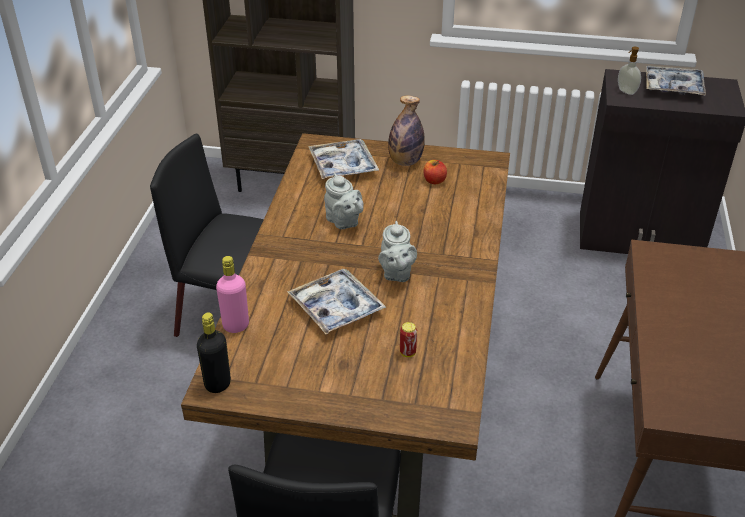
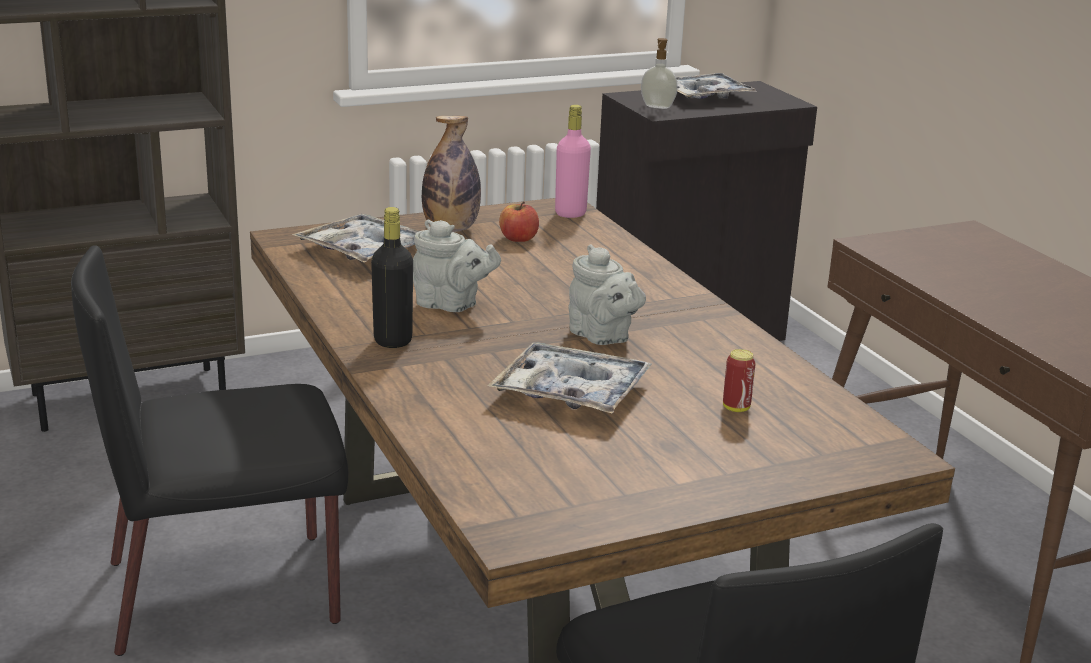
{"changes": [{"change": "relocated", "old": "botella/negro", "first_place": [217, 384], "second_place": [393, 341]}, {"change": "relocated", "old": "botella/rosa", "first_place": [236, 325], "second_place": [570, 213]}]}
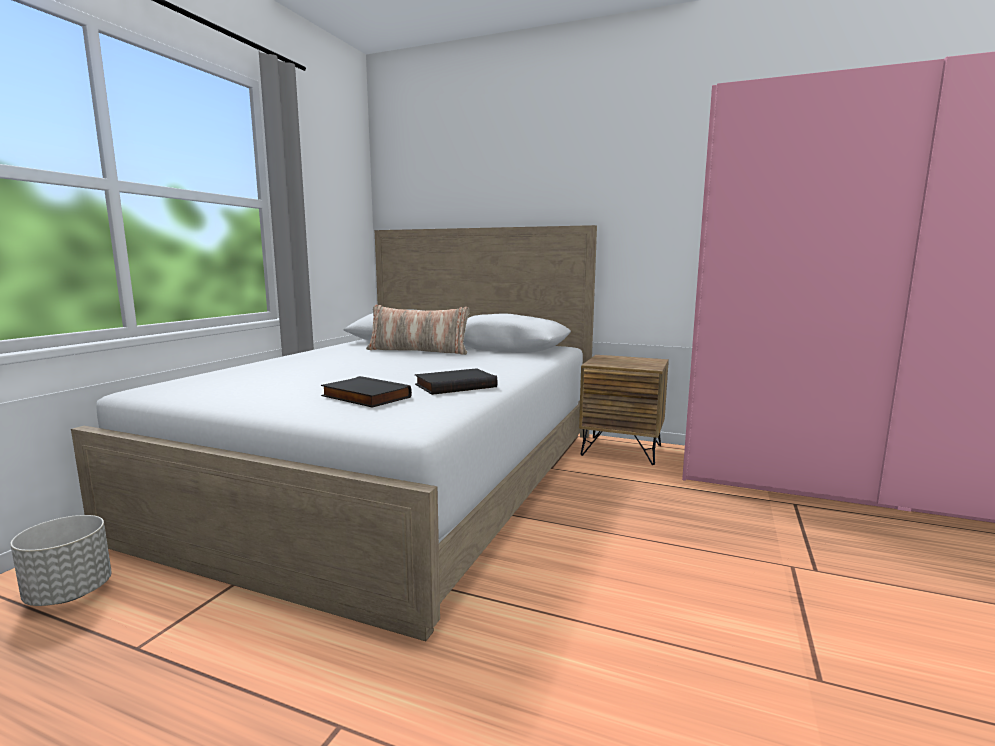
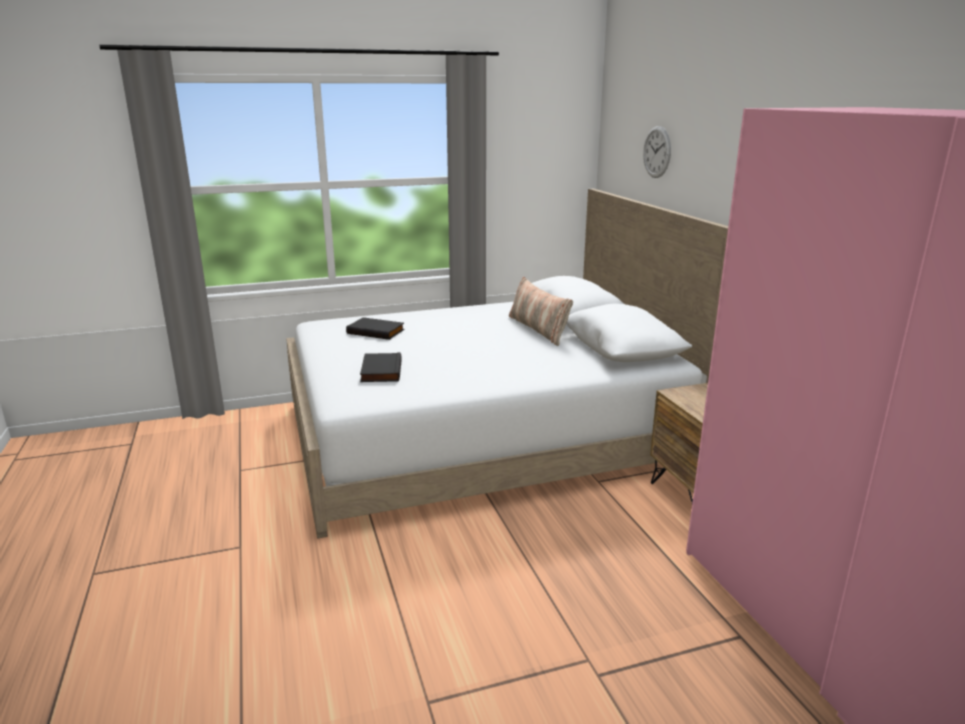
{"changes": [{"change": "relocated", "old": "libro/negro", "first_place": [455, 385], "second_place": [376, 331]}, {"change": "appeared", "new": "reloj de pared", "second_place": [657, 152]}, {"change": "missing", "old": "maceta/gris", "first_place": [70, 593]}]}
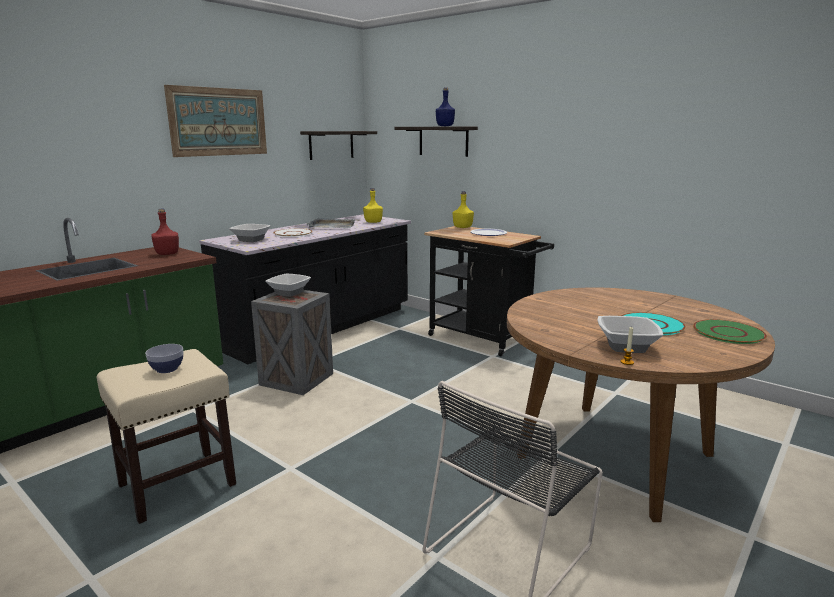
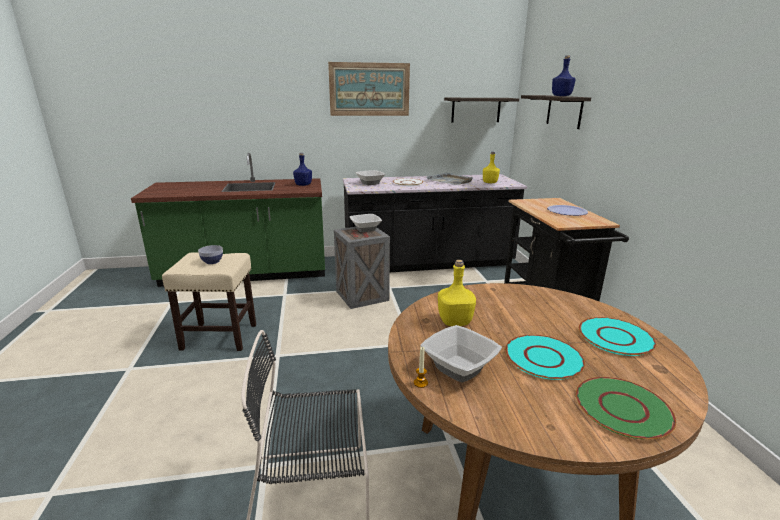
{"changes": [{"change": "colour", "old": "botella/rojo", "new": "botella/azul", "first_place": [166, 254], "second_place": [303, 185]}, {"change": "relocated", "old": "botella/amarillo", "first_place": [463, 227], "second_place": [455, 321]}, {"change": "appeared", "new": "plato/turquesa", "second_place": [615, 337]}]}
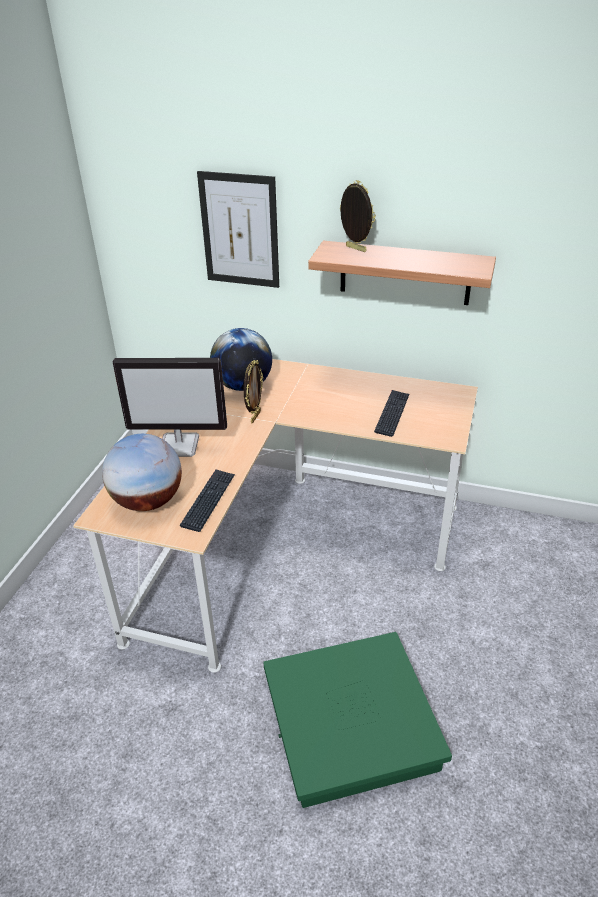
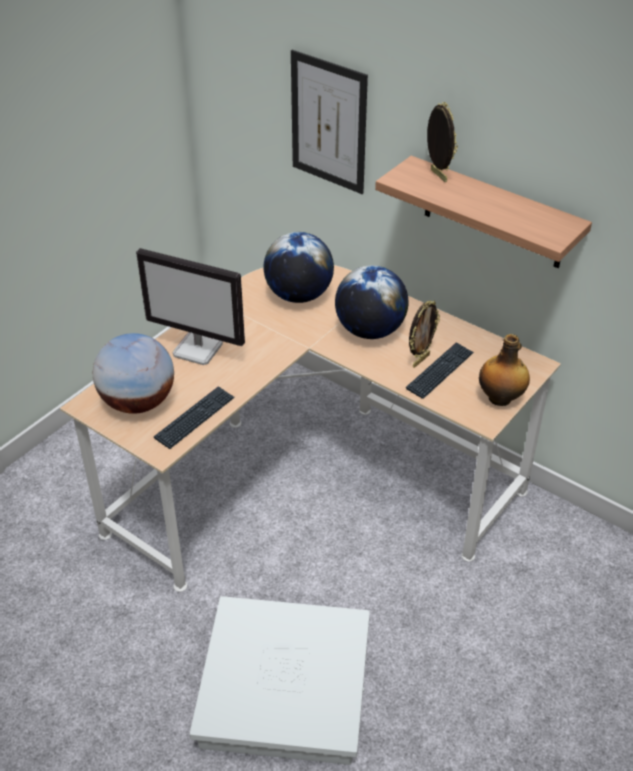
{"changes": [{"change": "colour", "old": "caja de almacenaje/verde", "new": "caja de almacenaje/blanco", "first_place": [350, 723], "second_place": [285, 687]}, {"change": "appeared", "new": "globo terráqueo", "second_place": [370, 331]}, {"change": "relocated", "old": "portarretratos", "first_place": [255, 417], "second_place": [420, 360]}, {"change": "appeared", "new": "botella", "second_place": [501, 398]}]}
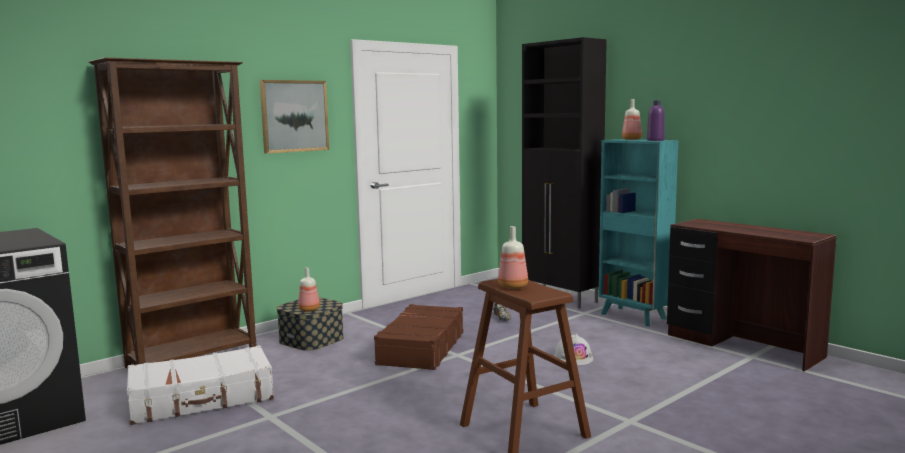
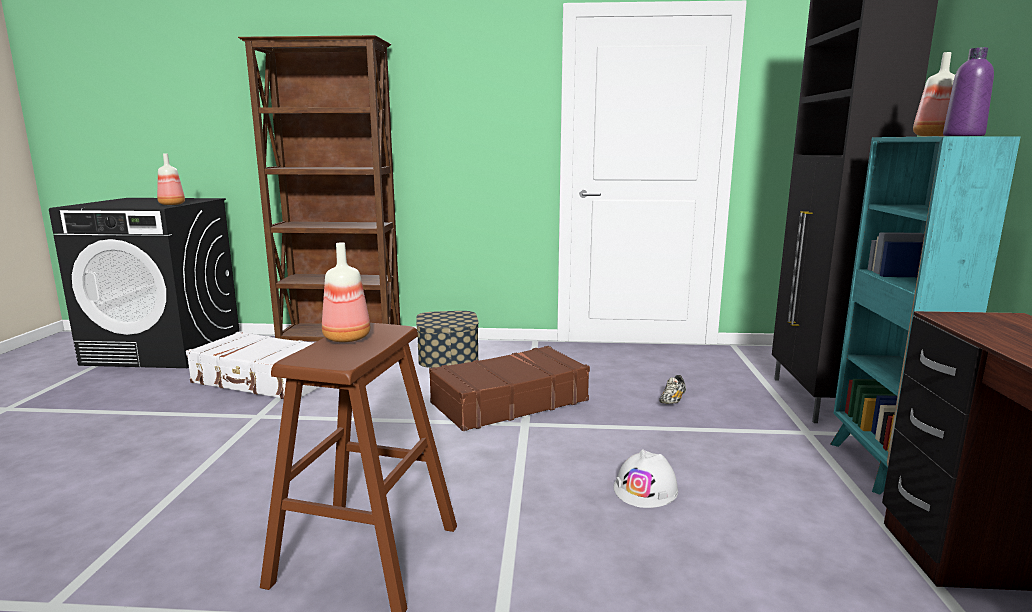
{"changes": [{"change": "relocated", "old": "botella", "first_place": [309, 309], "second_place": [171, 204]}, {"change": "missing", "old": "cuadro", "first_place": [294, 116]}]}
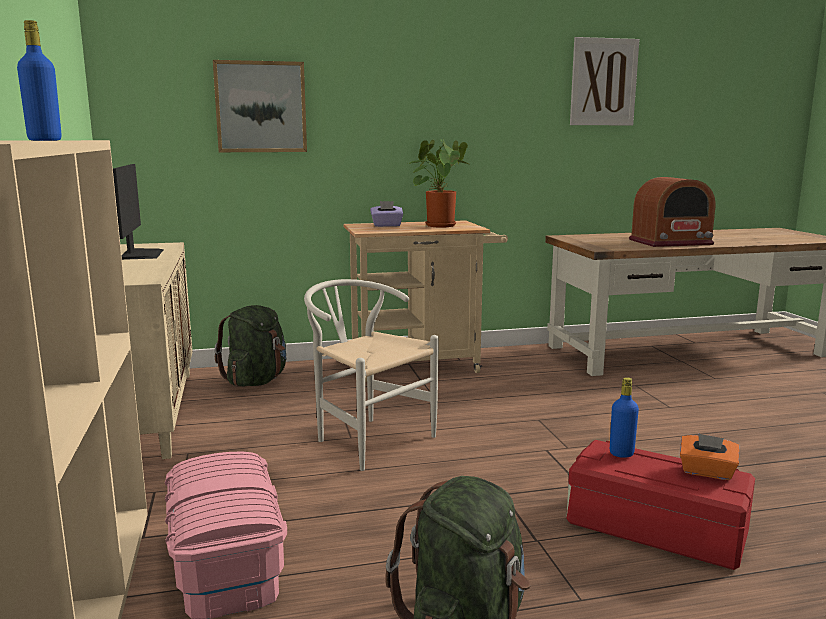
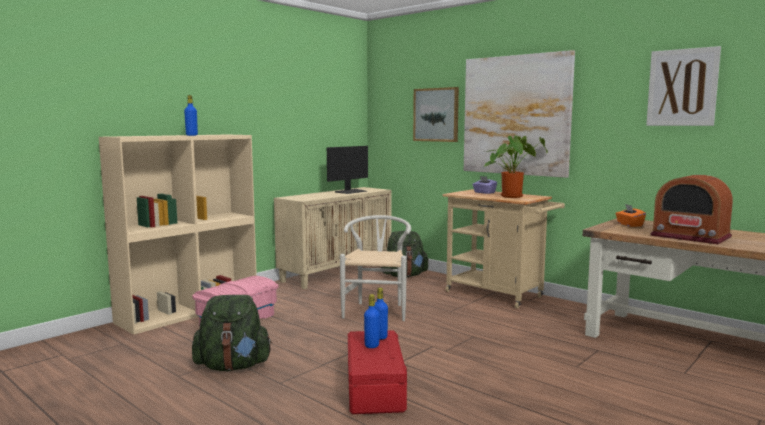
{"changes": [{"change": "appeared", "new": "botella/azul", "second_place": [372, 345]}, {"change": "appeared", "new": "cuadro", "second_place": [516, 115]}, {"change": "relocated", "old": "caja de pañuelos/naranja", "first_place": [707, 472], "second_place": [629, 225]}]}
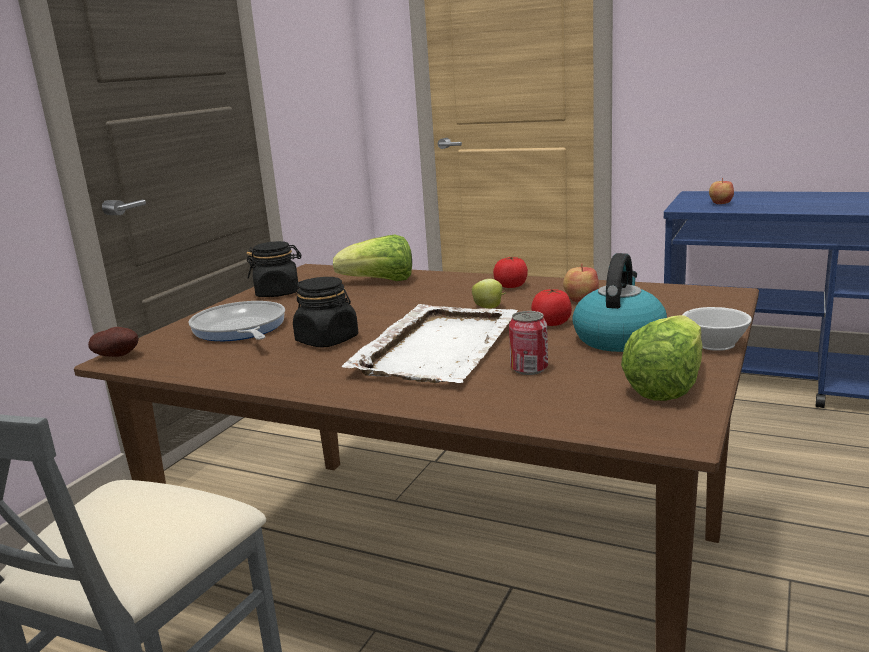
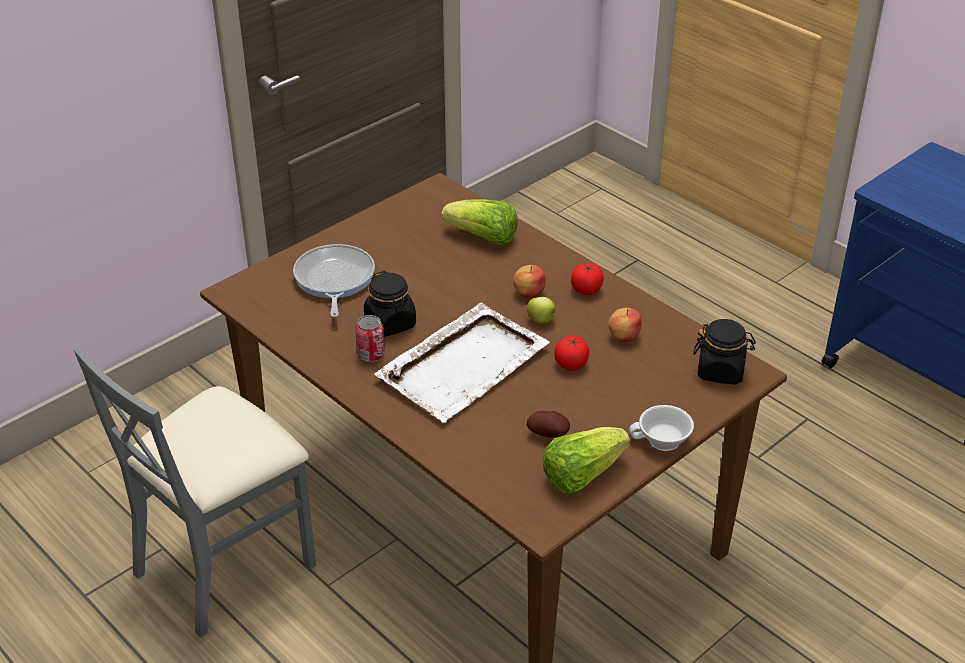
{"changes": [{"change": "relocated", "old": "lata", "first_place": [529, 369], "second_place": [371, 354]}, {"change": "relocated", "old": "manzana", "first_place": [720, 203], "second_place": [529, 293]}, {"change": "relocated", "old": "patata", "first_place": [119, 356], "second_place": [549, 434]}, {"change": "relocated", "old": "tarro/negro", "first_place": [278, 293], "second_place": [721, 371]}, {"change": "missing", "old": "hervidor", "first_place": [618, 338]}]}
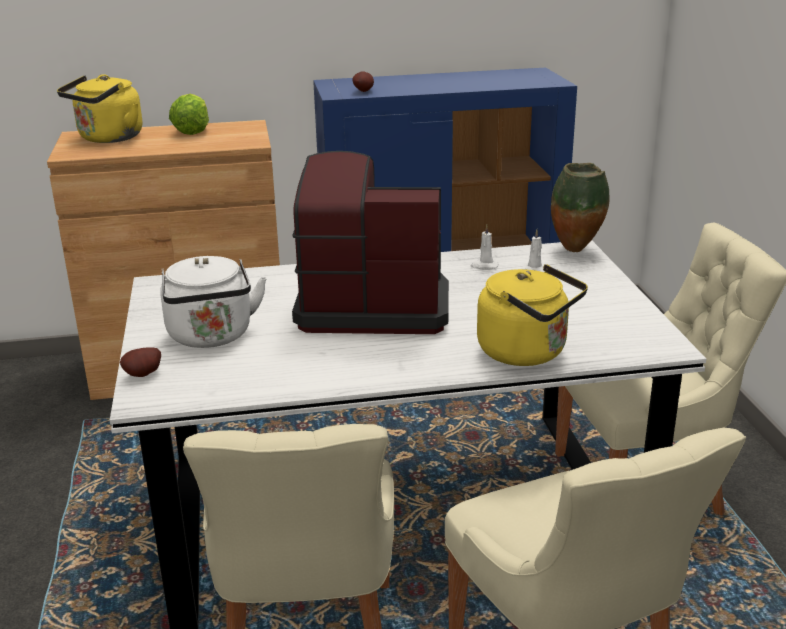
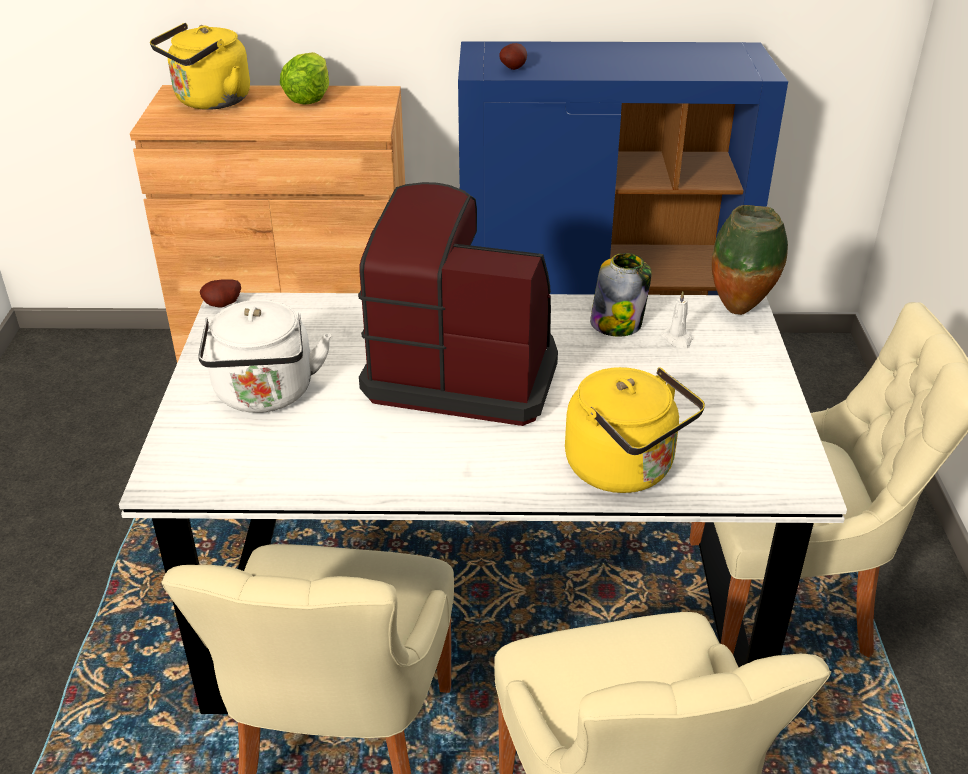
{"changes": [{"change": "relocated", "old": "patata", "first_place": [144, 375], "second_place": [224, 305]}, {"change": "exchanged", "old": "vela/blanco", "new": "tarro", "first_place": [484, 266], "second_place": [617, 323]}]}
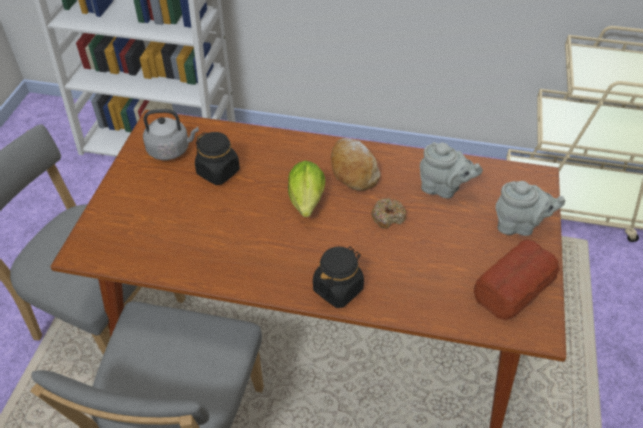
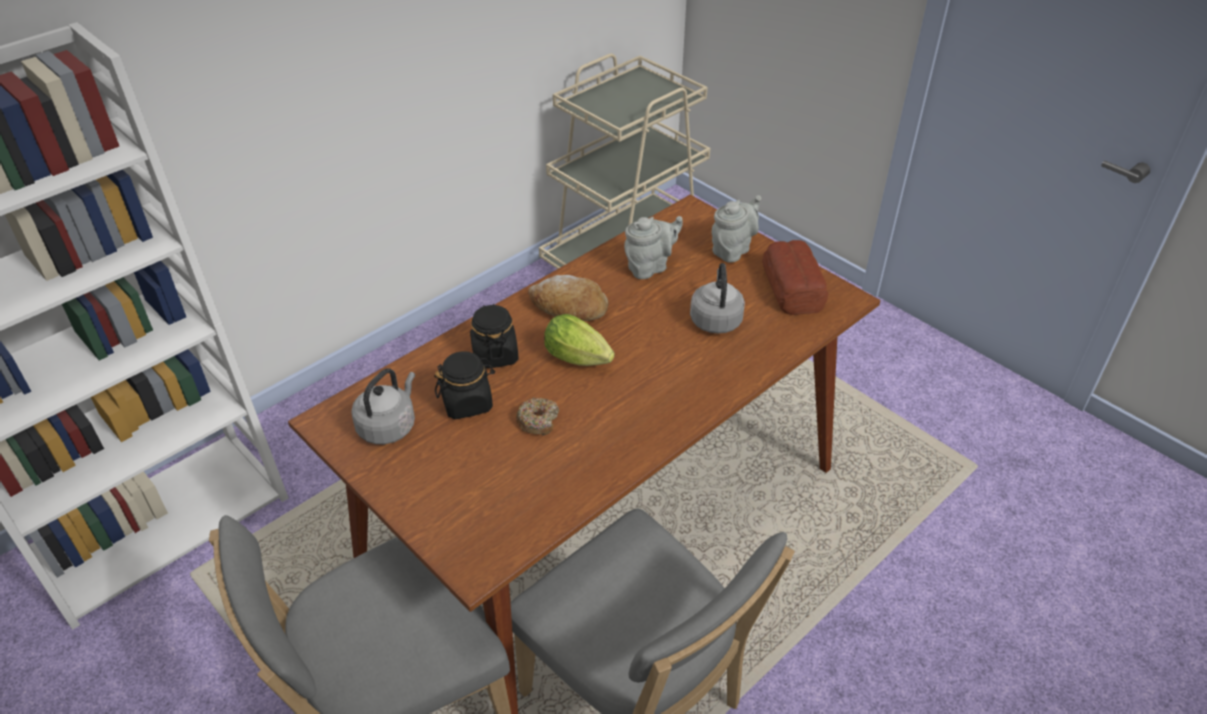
{"changes": [{"change": "relocated", "old": "tarro/negro", "first_place": [338, 289], "second_place": [495, 354]}, {"change": "relocated", "old": "rosquilla", "first_place": [388, 217], "second_place": [538, 421]}, {"change": "appeared", "new": "hervidor/gris", "second_place": [715, 319]}]}
